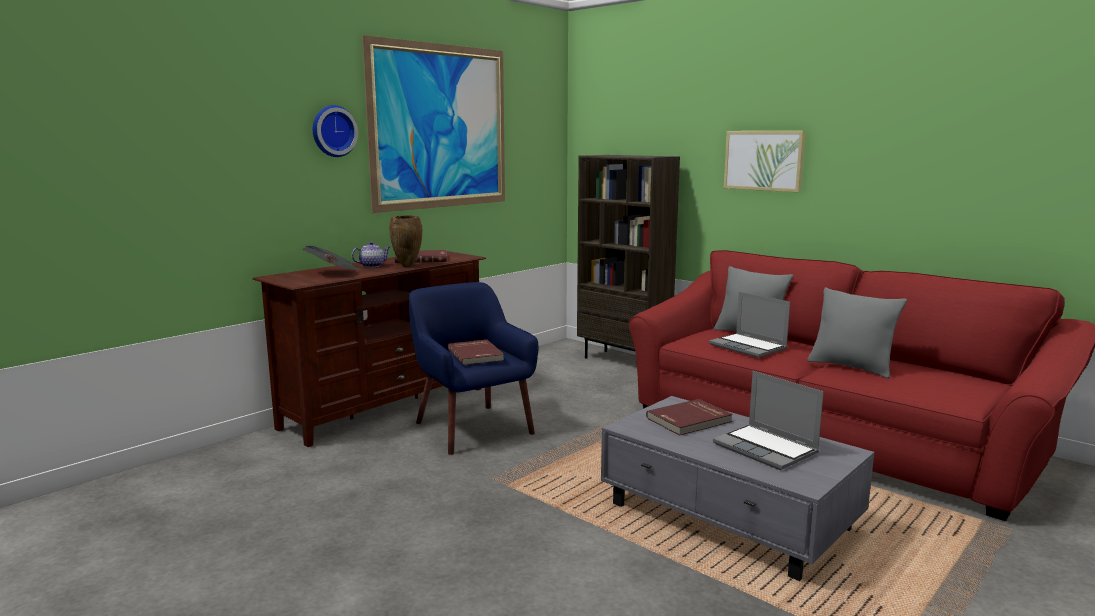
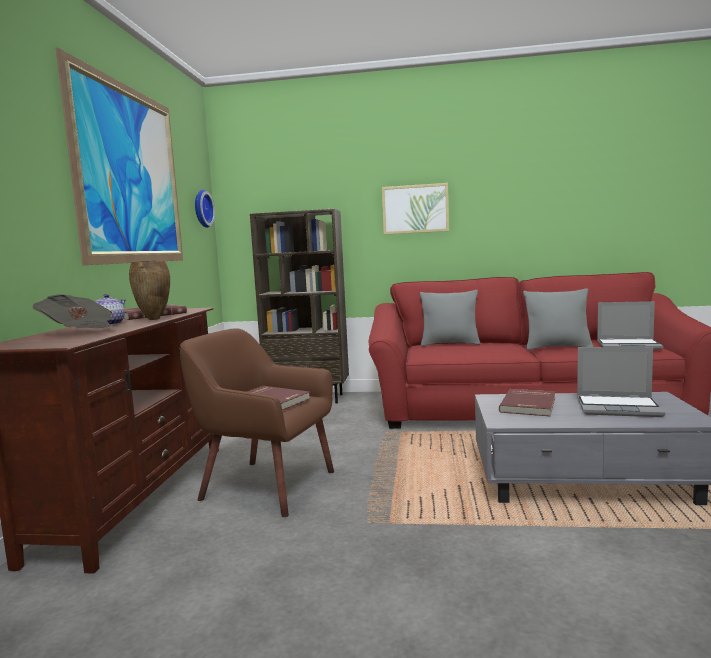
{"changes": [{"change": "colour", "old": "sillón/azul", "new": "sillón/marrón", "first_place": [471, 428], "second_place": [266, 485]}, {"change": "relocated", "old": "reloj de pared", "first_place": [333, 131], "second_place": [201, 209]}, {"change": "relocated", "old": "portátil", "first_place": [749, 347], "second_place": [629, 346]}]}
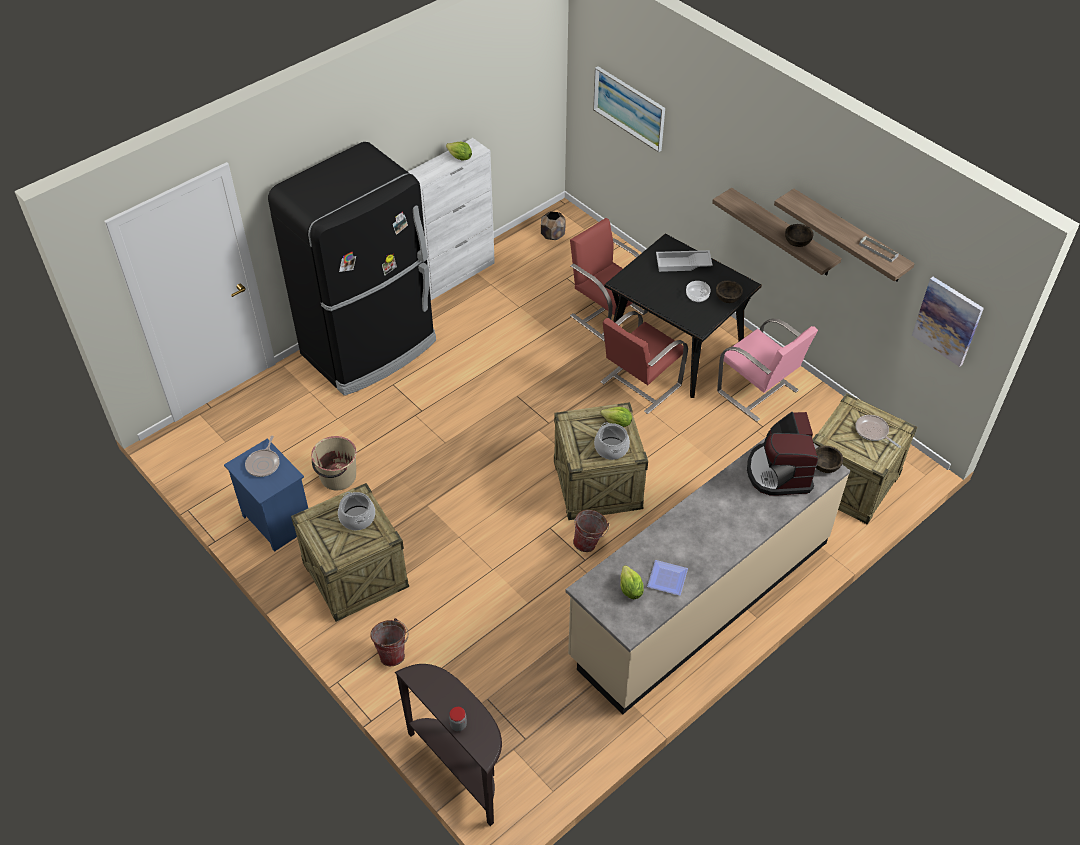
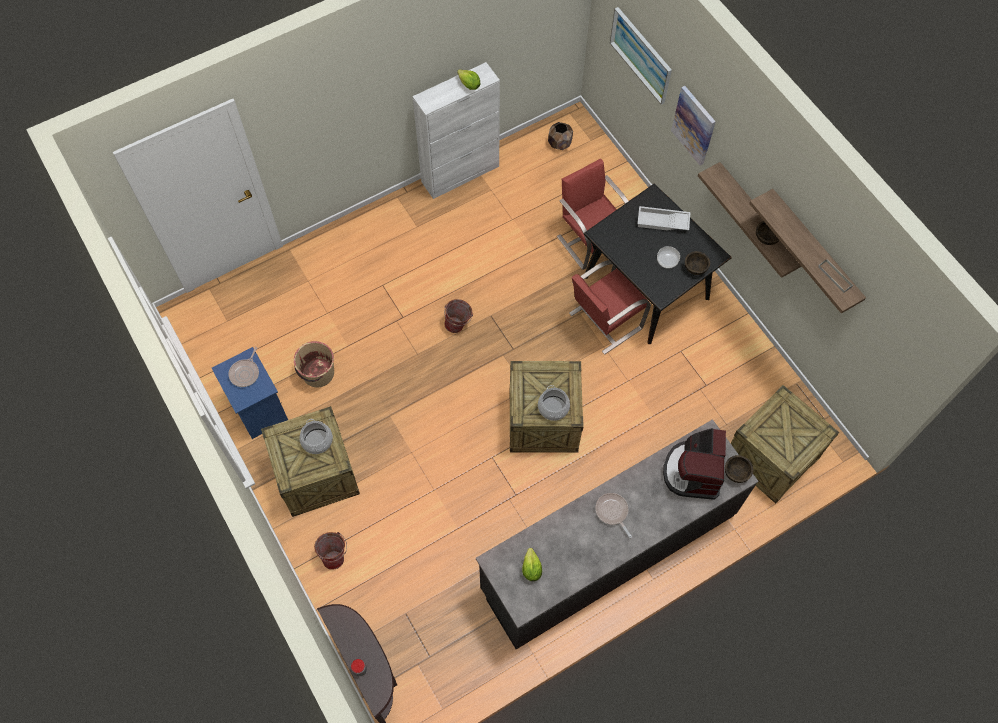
{"changes": [{"change": "relocated", "old": "cubo", "first_place": [590, 543], "second_place": [459, 325]}, {"change": "colour", "old": "mueble bajo de cocina/beis", "new": "mueble bajo de cocina/negro", "first_place": [700, 598], "second_place": [608, 551]}, {"change": "relocated", "old": "sartén", "first_place": [873, 432], "second_place": [612, 512]}, {"change": "relocated", "old": "cuadro", "first_place": [947, 321], "second_place": [694, 125]}, {"change": "missing", "old": "nevera/negro", "first_place": [371, 348]}, {"change": "missing", "old": "lechuga", "first_place": [617, 423]}, {"change": "missing", "old": "plato", "first_place": [666, 577]}, {"change": "missing", "old": "silla/rosa", "first_place": [758, 392]}]}
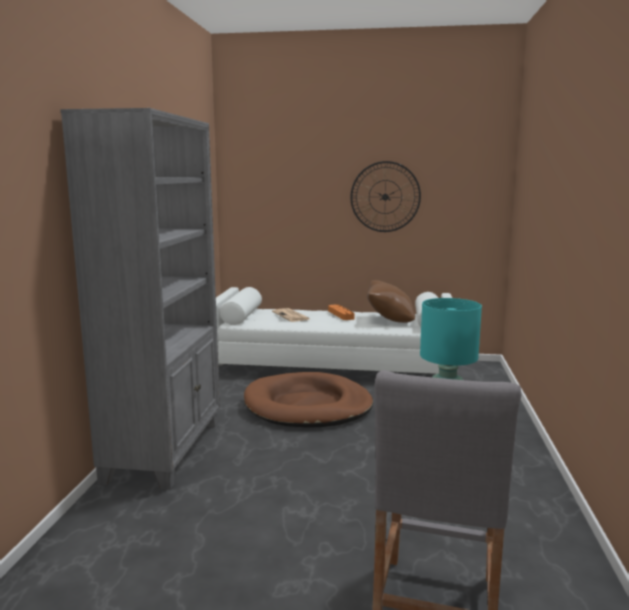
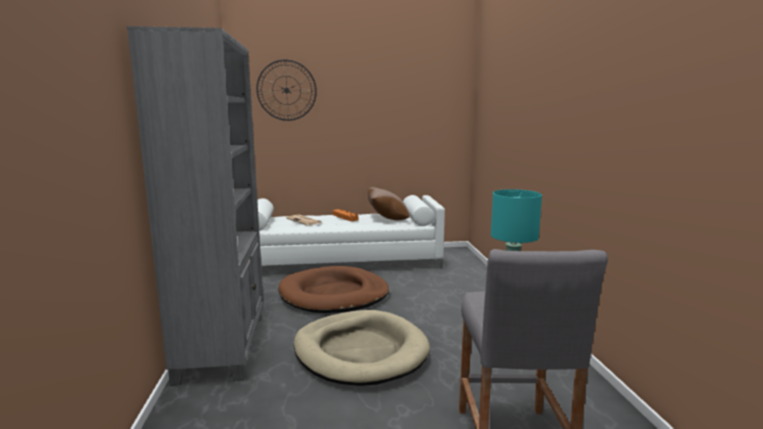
{"changes": [{"change": "relocated", "old": "reloj de pared", "first_place": [385, 197], "second_place": [286, 90]}, {"change": "appeared", "new": "cama para perro/beis", "second_place": [360, 352]}]}
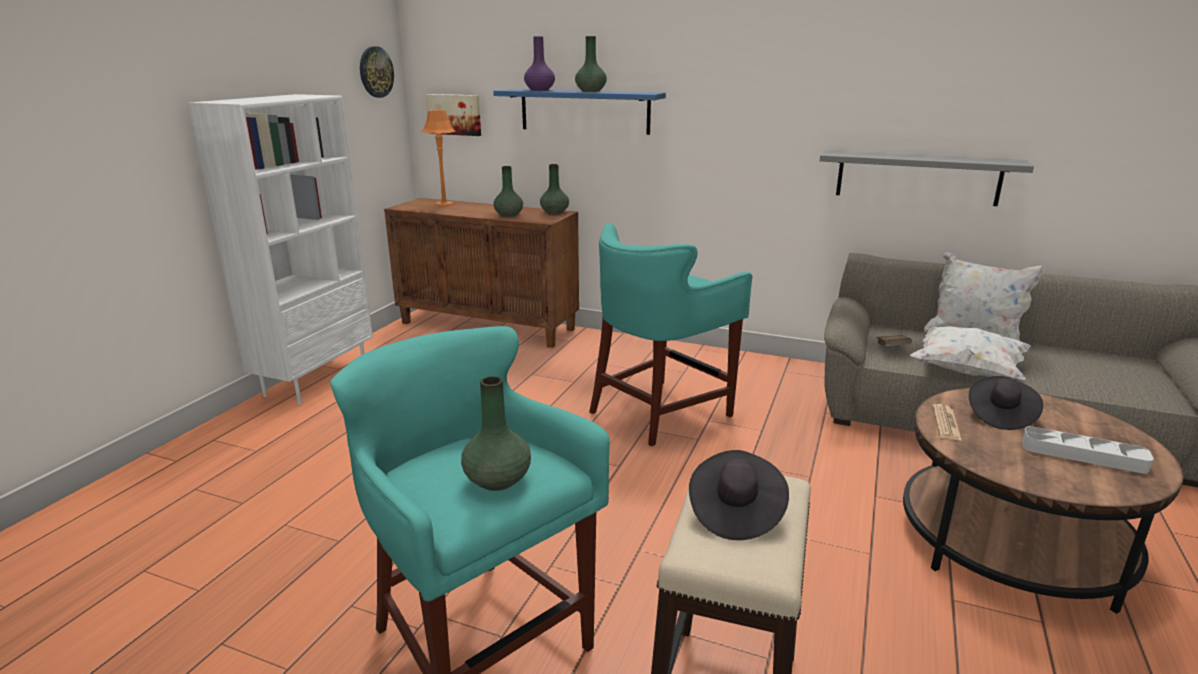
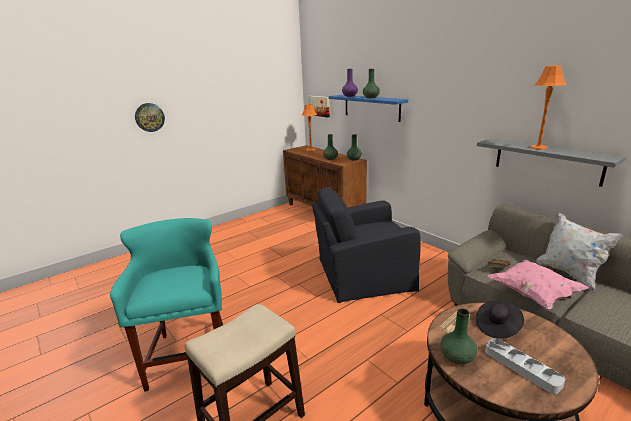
{"changes": [{"change": "relocated", "old": "reloj de pared", "first_place": [375, 72], "second_place": [149, 117]}, {"change": "exchanged", "old": "taburete/turquesa", "new": "sillón/negro", "first_place": [660, 412], "second_place": [363, 274]}, {"change": "relocated", "old": "florero/verde", "first_place": [497, 479], "second_place": [457, 357]}, {"change": "colour", "old": "cojín/blanco", "new": "cojín/rosa", "first_place": [966, 372], "second_place": [533, 294]}, {"change": "appeared", "new": "lámpara de mesa/naranja", "second_place": [538, 147]}, {"change": "missing", "old": "estantería/blanco", "first_place": [316, 380]}, {"change": "missing", "old": "sombrero/negro", "first_place": [735, 513]}]}
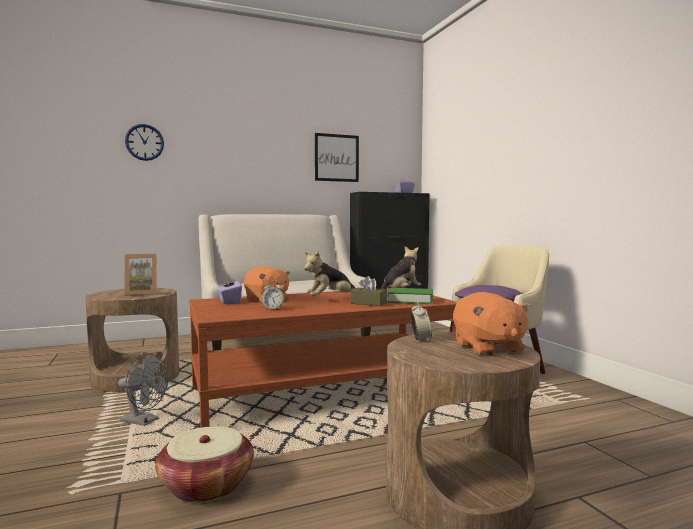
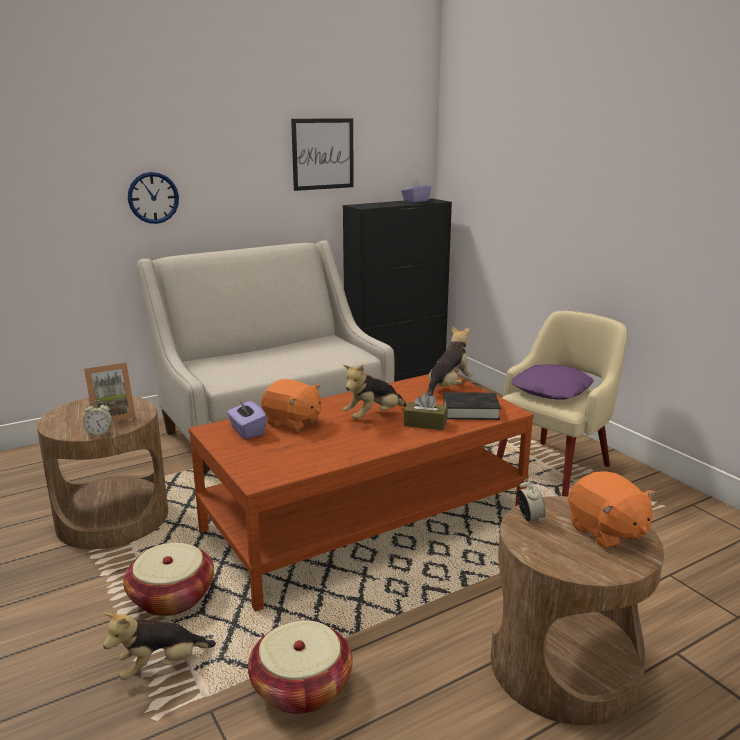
{"changes": [{"change": "relocated", "old": "despertador", "first_place": [273, 309], "second_place": [99, 433]}, {"change": "appeared", "new": "peluche", "second_place": [161, 666]}, {"change": "exchanged", "old": "ventilador/gris", "new": "cesta", "first_place": [144, 421], "second_place": [172, 597]}, {"change": "relocated", "old": "reloj de pared", "first_place": [144, 142], "second_place": [153, 198]}, {"change": "colour", "old": "libro/verde", "new": "libro/negro", "first_place": [410, 300], "second_place": [470, 411]}]}
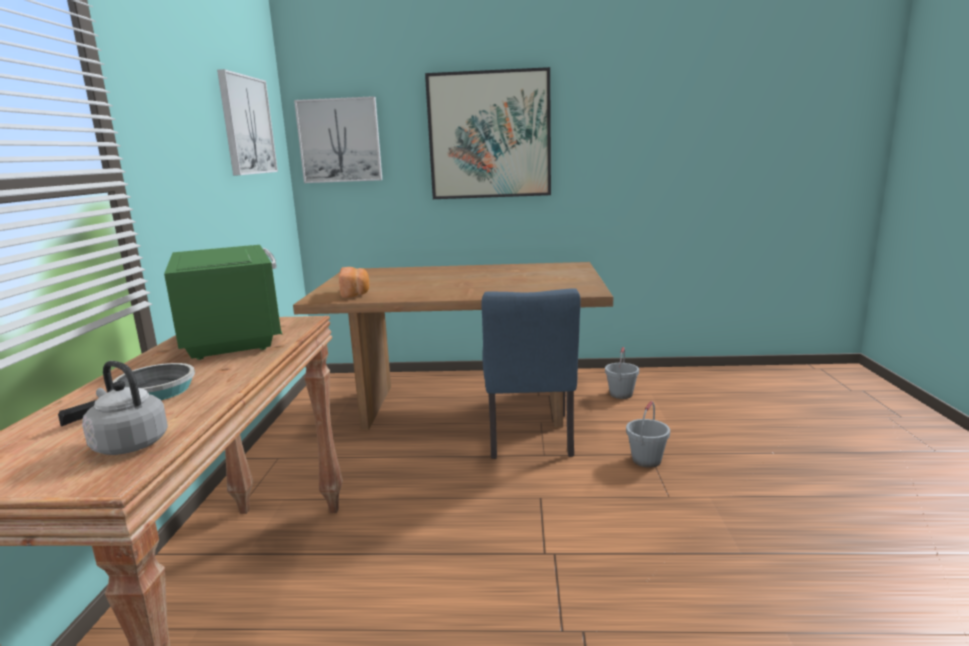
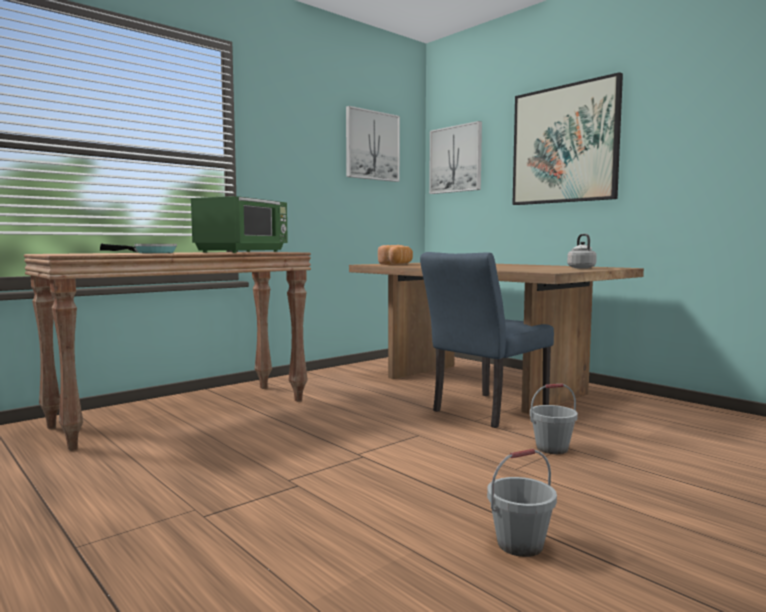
{"changes": [{"change": "relocated", "old": "cubo/gris", "first_place": [621, 394], "second_place": [520, 545]}, {"change": "relocated", "old": "hervidor/gris", "first_place": [128, 444], "second_place": [580, 268]}]}
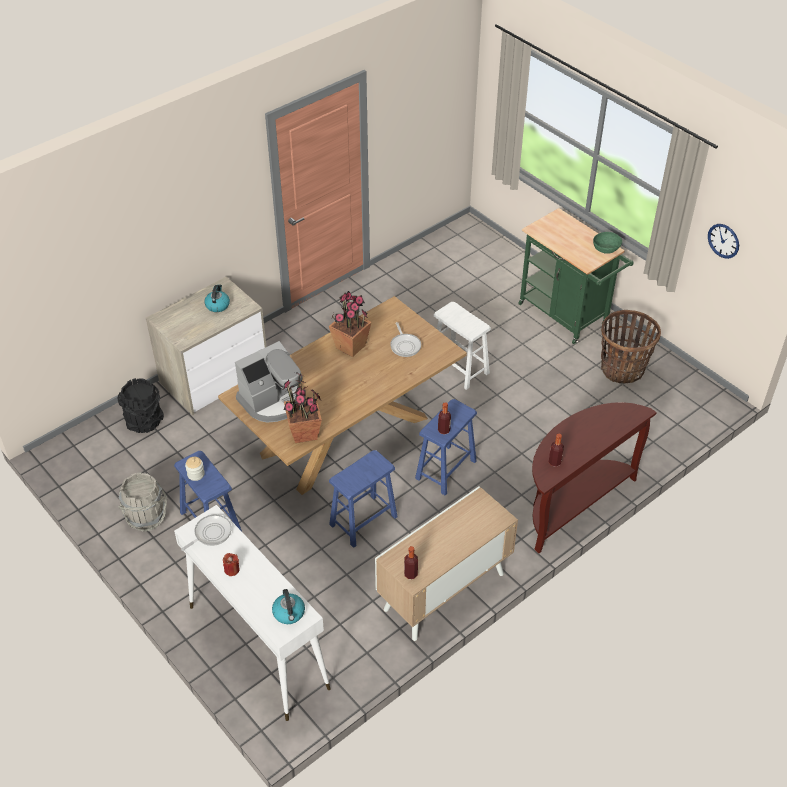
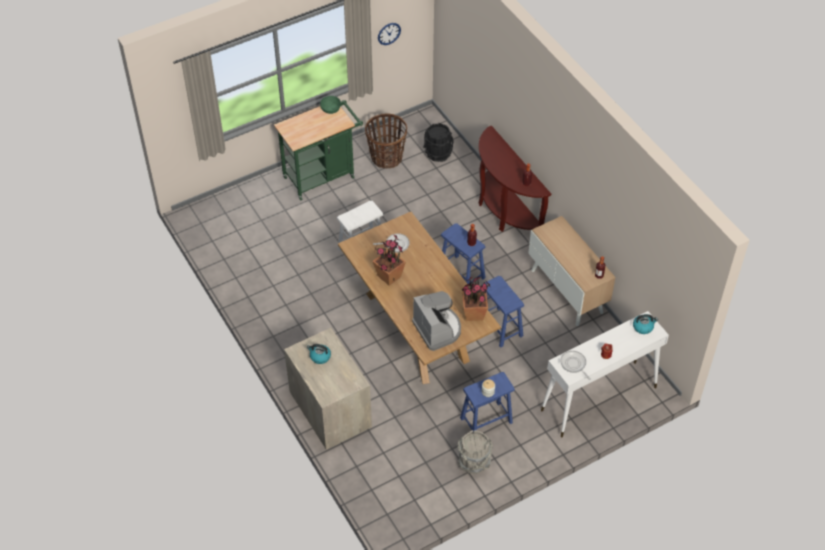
{"changes": [{"change": "relocated", "old": "cubo/negro", "first_place": [144, 421], "second_place": [438, 153]}]}
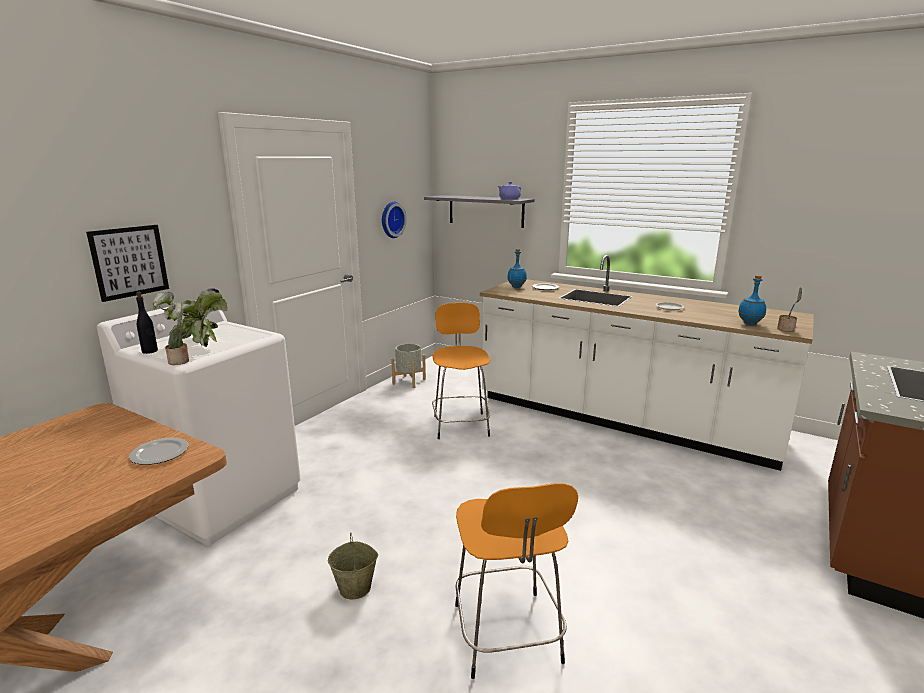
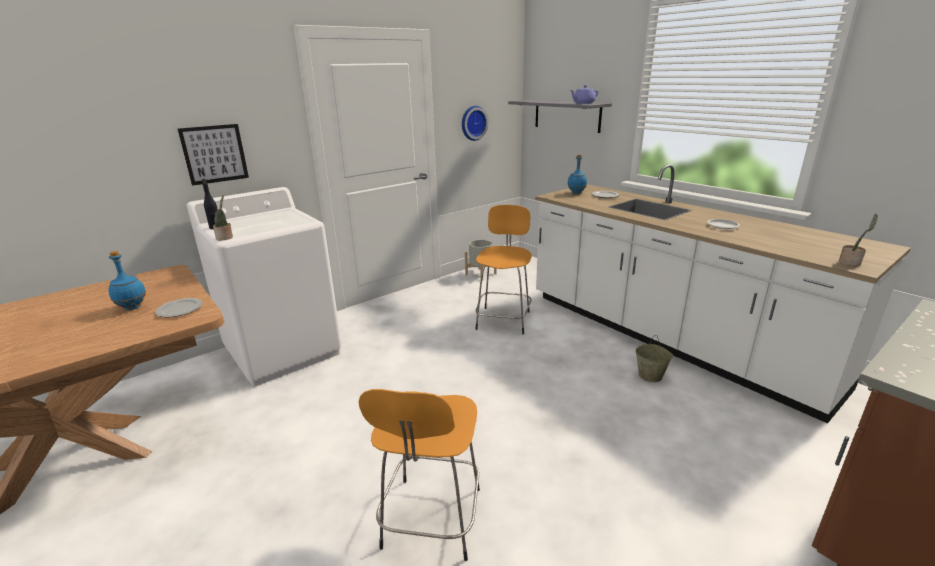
{"changes": [{"change": "relocated", "old": "botella/azul", "first_place": [749, 324], "second_place": [132, 307]}, {"change": "relocated", "old": "cubo/beis", "first_place": [356, 588], "second_place": [650, 376]}, {"change": "missing", "old": "planta en maceta", "first_place": [197, 345]}]}
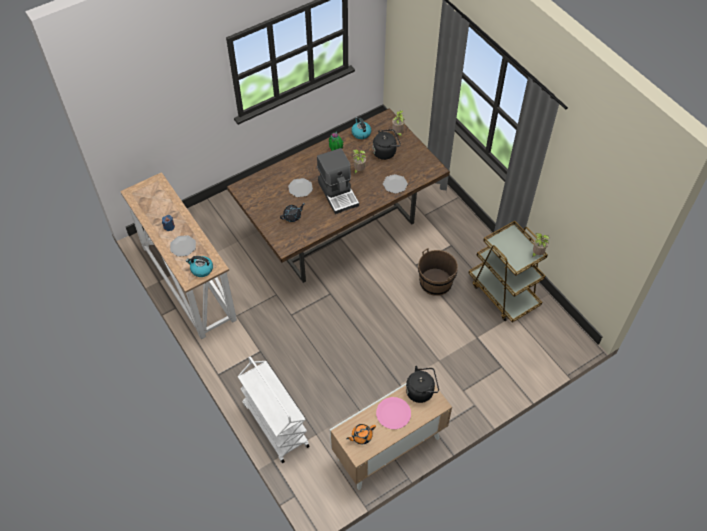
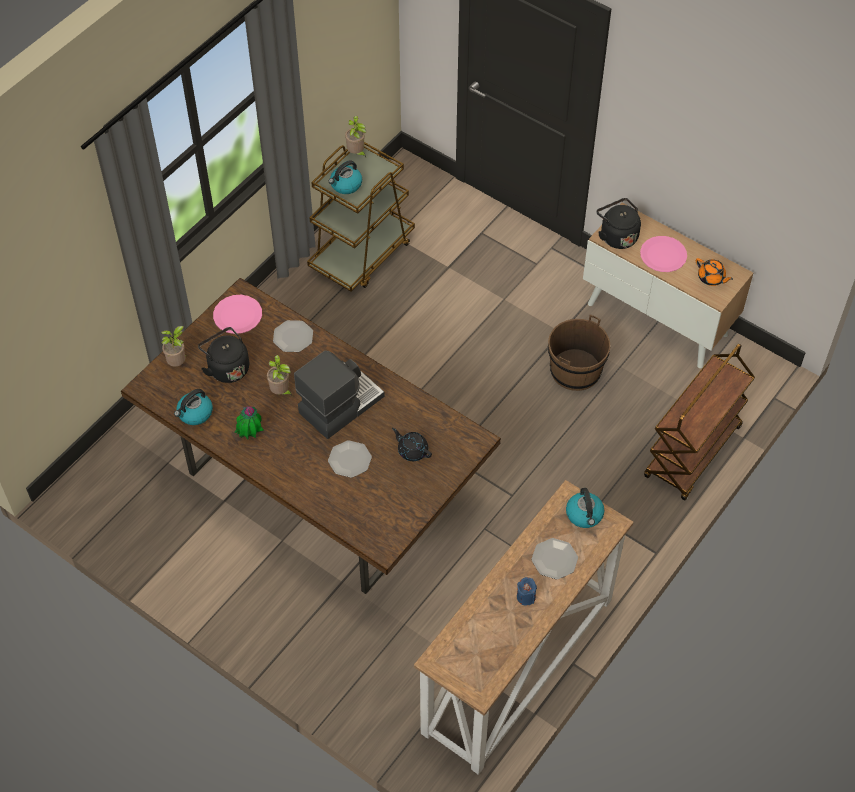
{"changes": [{"change": "appeared", "new": "plato/rosa", "second_place": [238, 315]}, {"change": "appeared", "new": "hervidor", "second_place": [345, 185]}, {"change": "relocated", "old": "cubo/marrón", "first_place": [435, 282], "second_place": [575, 370]}, {"change": "colour", "old": "carrito/blanco", "new": "carrito/marrón", "first_place": [275, 424], "second_place": [693, 453]}]}
